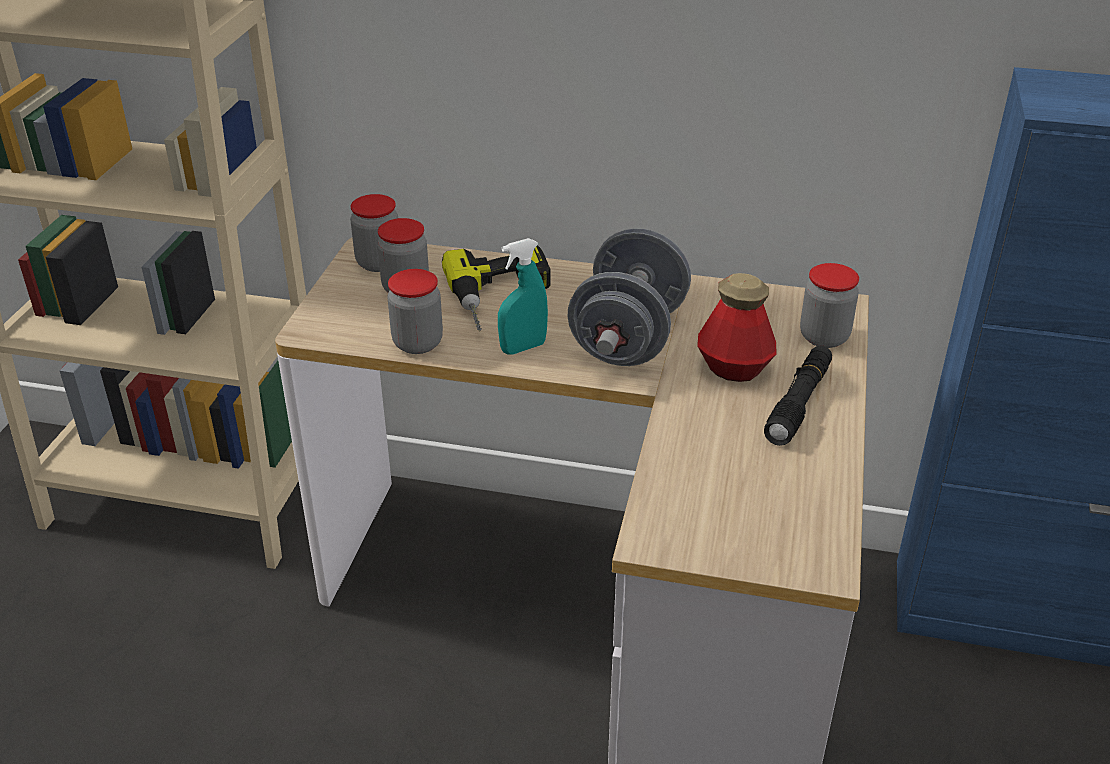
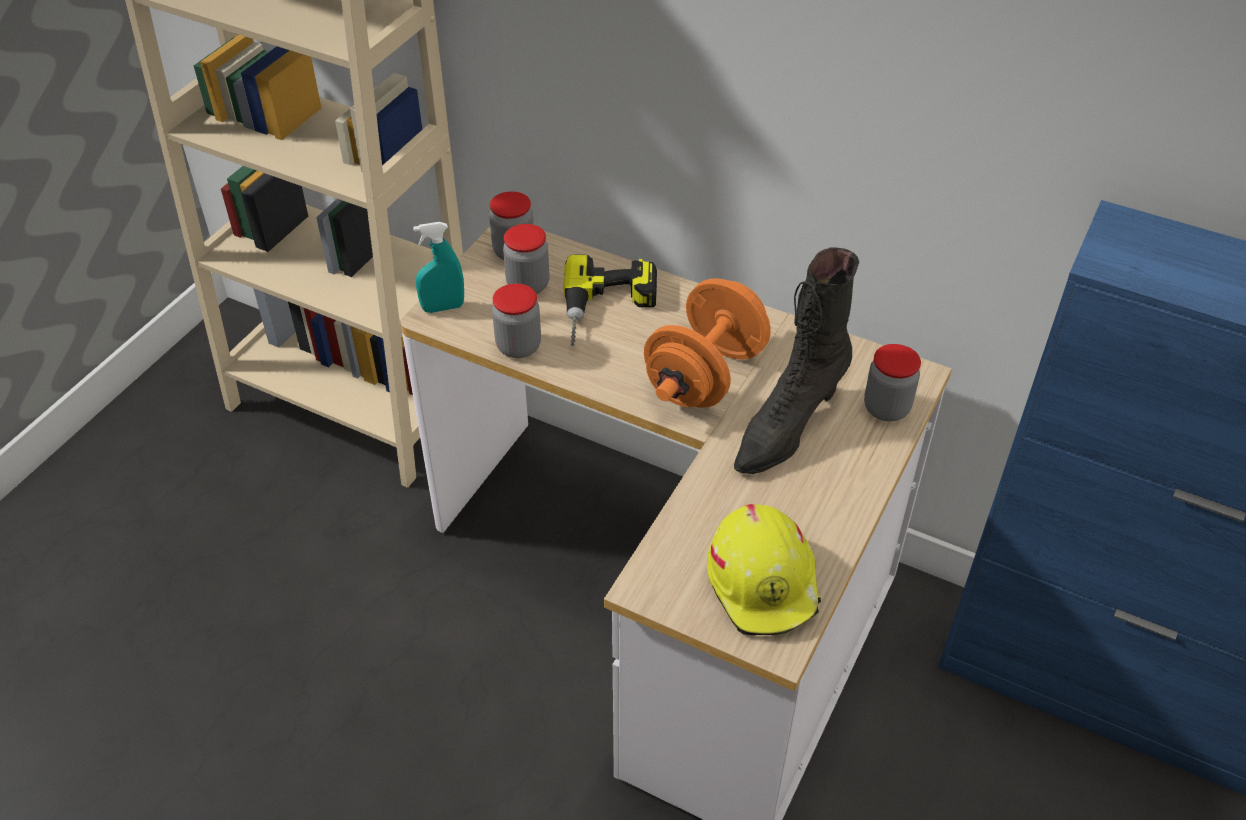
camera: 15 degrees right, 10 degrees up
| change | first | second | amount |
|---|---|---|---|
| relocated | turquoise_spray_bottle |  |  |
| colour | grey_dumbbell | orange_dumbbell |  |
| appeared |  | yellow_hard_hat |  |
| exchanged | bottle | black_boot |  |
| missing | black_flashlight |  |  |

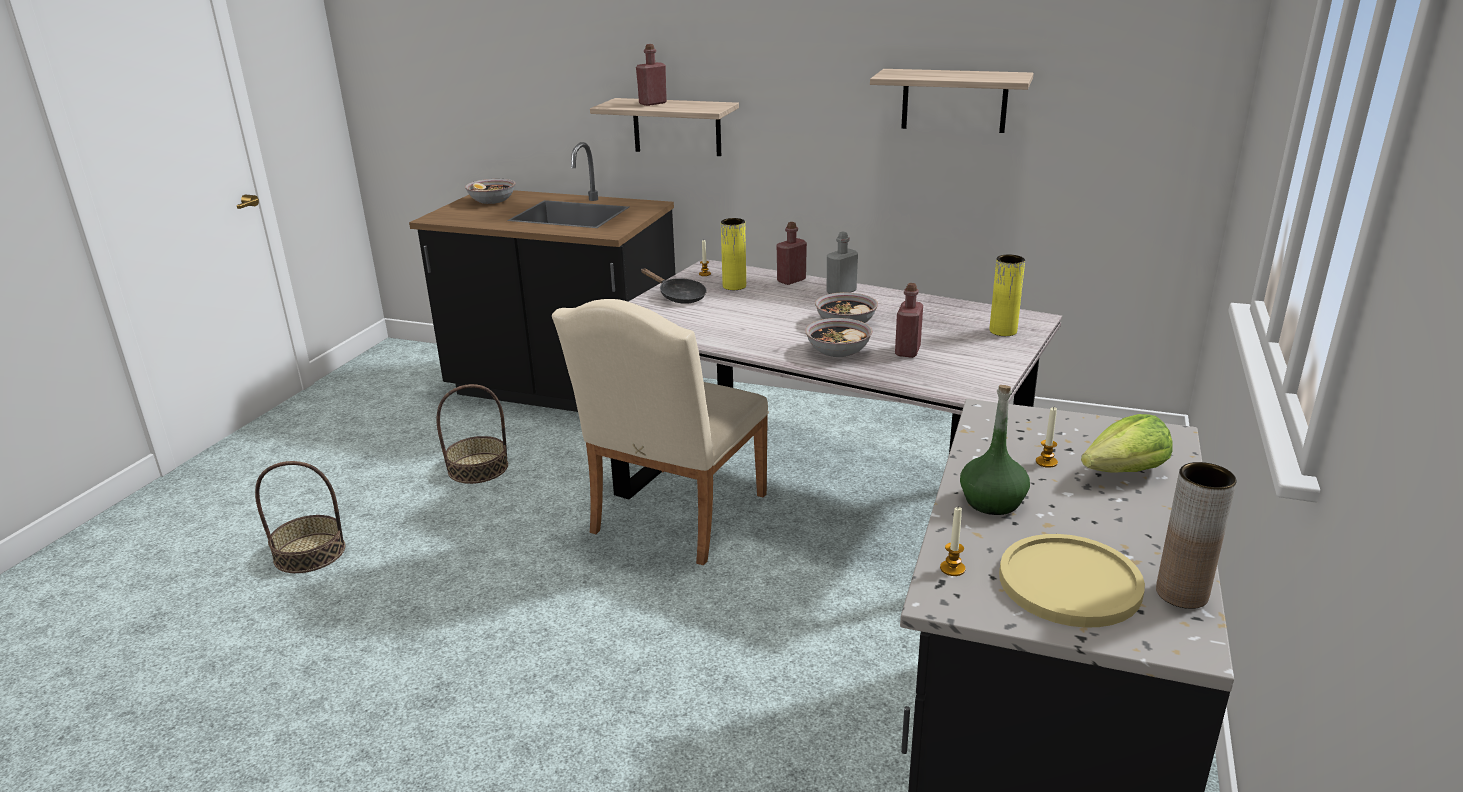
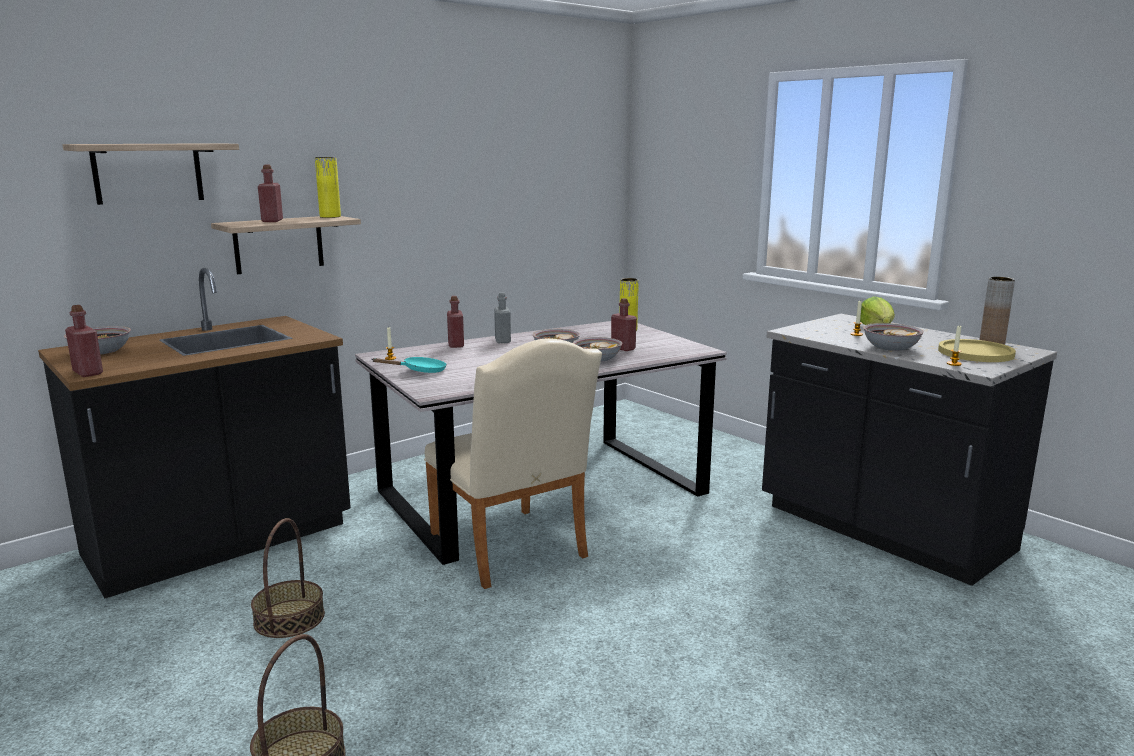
camera: 60 degrees left, 10 degrees down
| change | first | second | amount |
|---|---|---|---|
| relocated | shelf (no. 2 from left in the first image) | shelf (no. 1 from left) |  |
| appeared |  | red_bottle (no. 1 from left) |  |
| relocated | yellow_vase (no. 1 from left) |  |  |
| colour | black_frying_pan | turquoise_frying_pan |  |
| exchanged | green_bottle | bowl (no. 4 from left) |  |

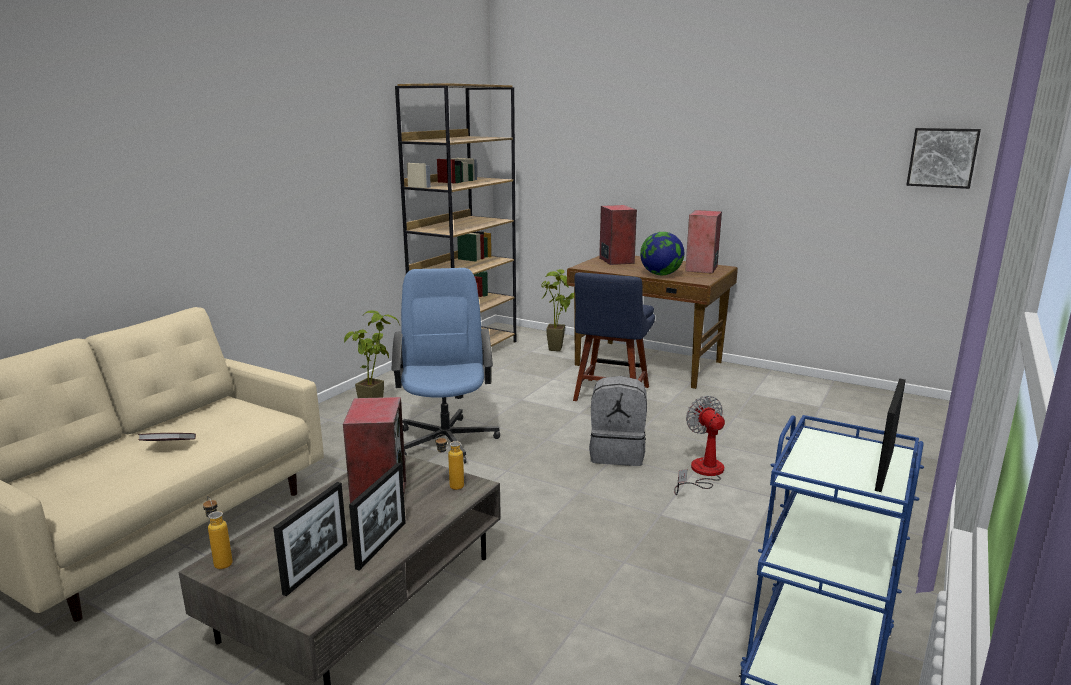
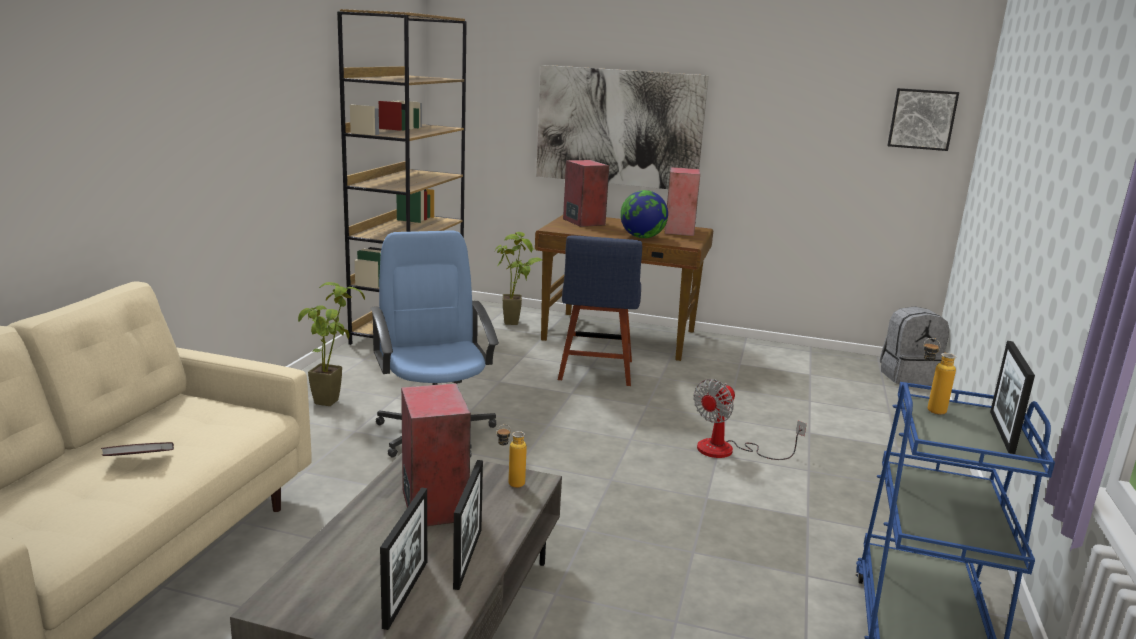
camera: 15 degrees left, 0 degrees up
| change | first | second | amount |
|---|---|---|---|
| appeared |  | picture (no. 1 from left) |  |
| spun | fan |  | 105 degrees counterclockwise |
| relocated | grey_backpack |  |  |
| relocated | bottle (no. 1 from left in the first image) | bottle (no. 2 from left) |  |

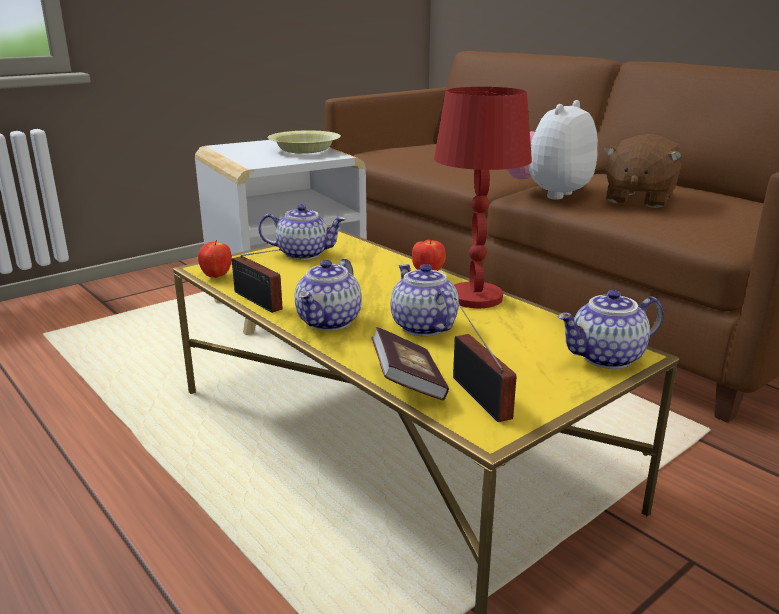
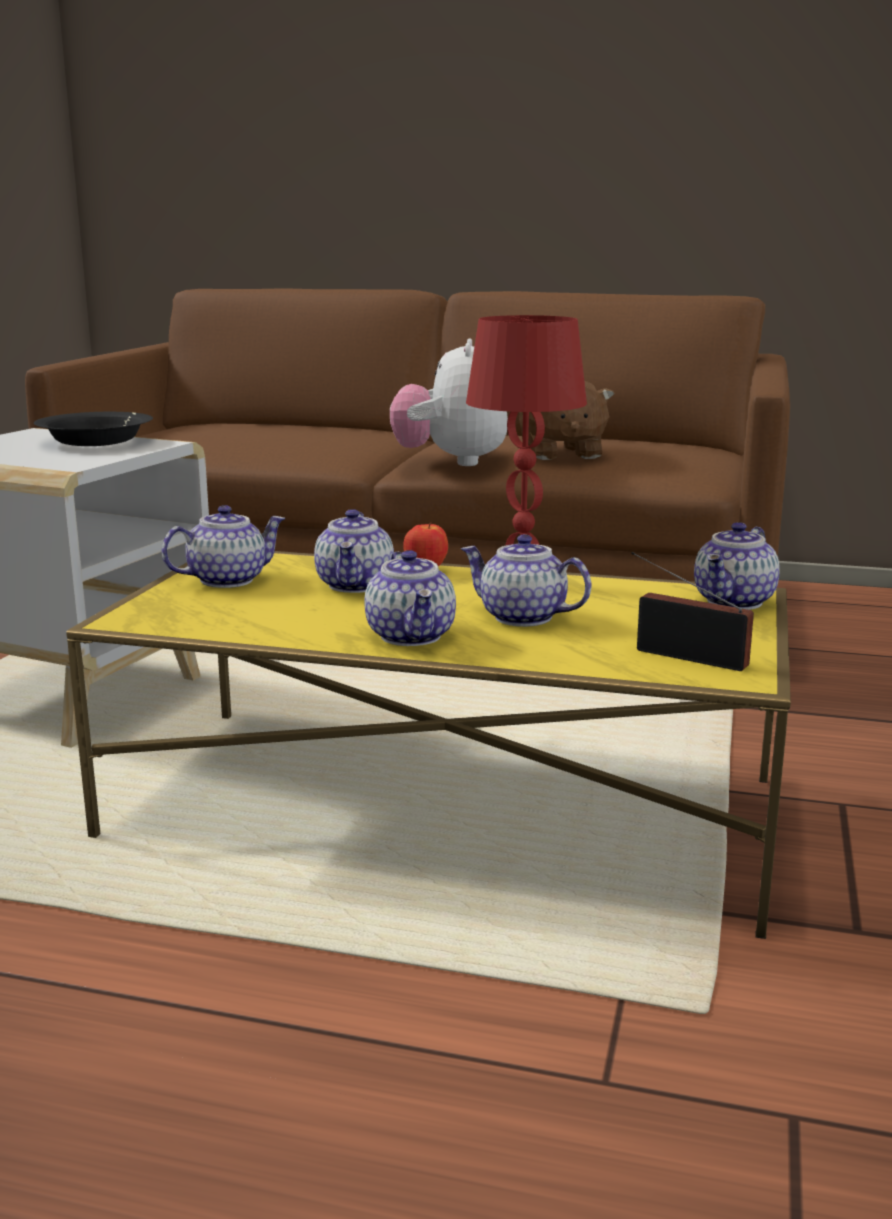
camera: 35 degrees left, 5 degrees down
| change | first | second | amount |
|---|---|---|---|
| colour | yellow_bowl | black_bowl |  |
| appeared |  | teapot (no. 2 from left) |  |
| missing | apple (no. 1 from left) |  |  |
| missing | radio (no. 1 from left) |  |  |
| missing | book |  |  |

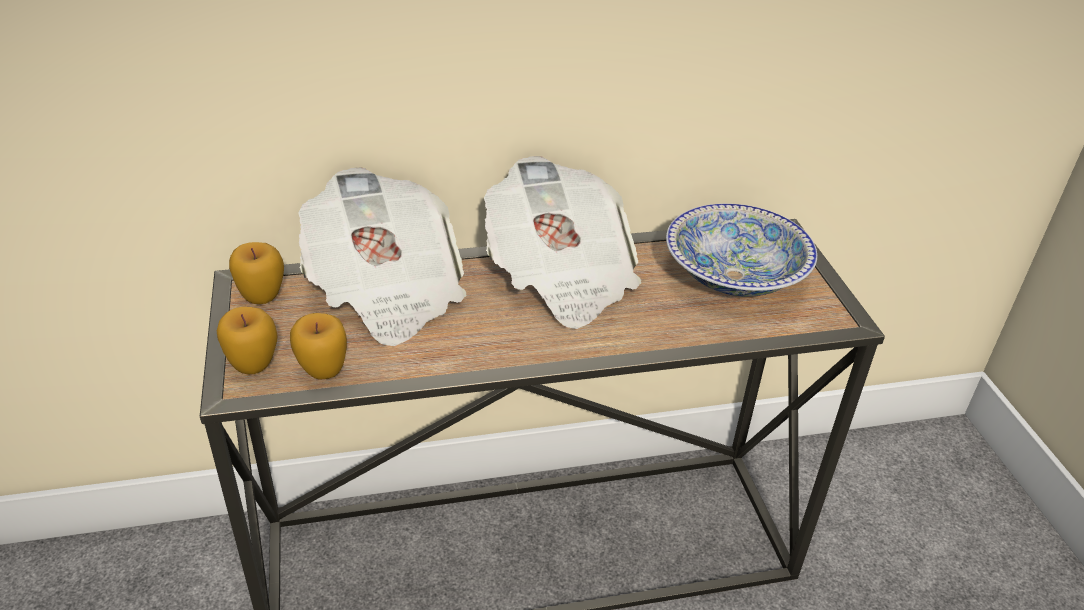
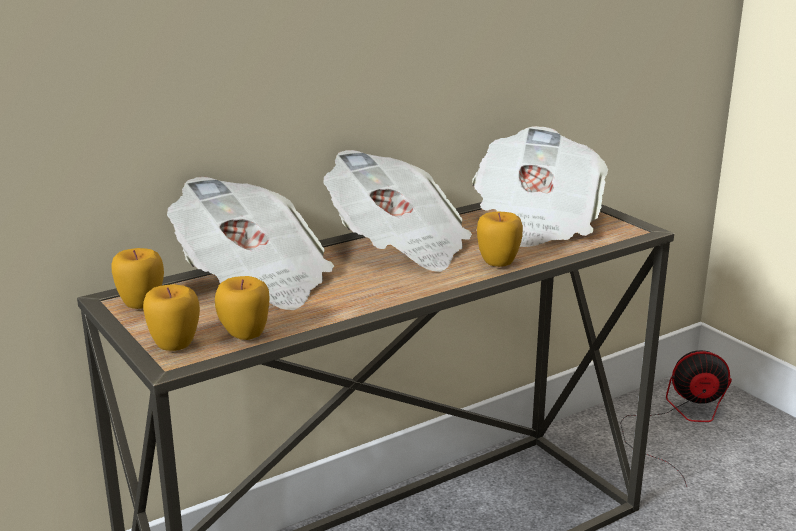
camera: 20 degrees left, 15 degrees down
| change | first | second | amount |
|---|---|---|---|
| exchanged | bowl | newspaper (no. 3 from left) |  |
| appeared |  | apple (no. 4 from left) |  |
| appeared |  | fan |  |

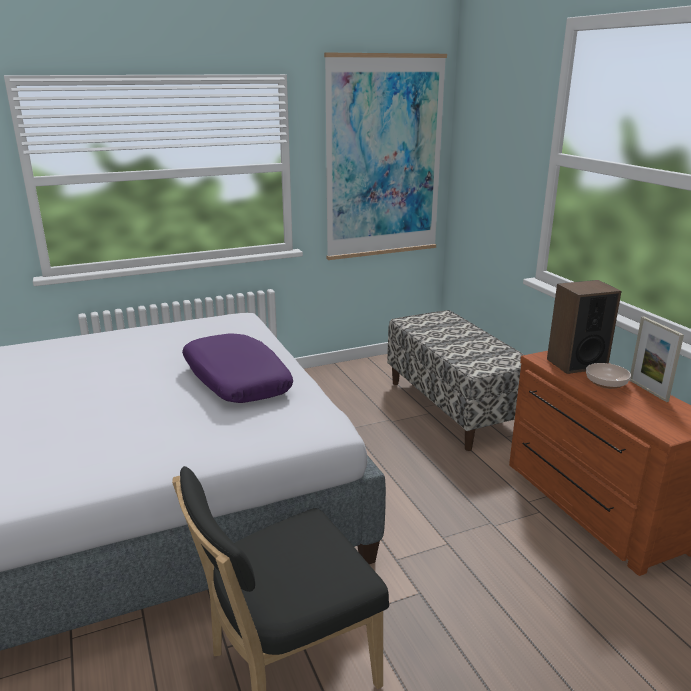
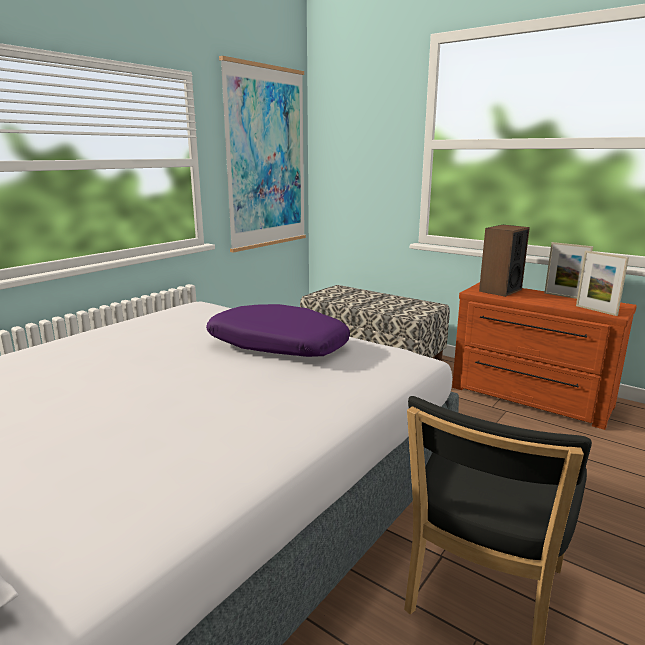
camera: 30 degrees left, 5 degrees down
| change | first | second | amount |
|---|---|---|---|
| appeared |  | picture_frame (no. 2 from left) |  |
| missing | bowl |  |  |

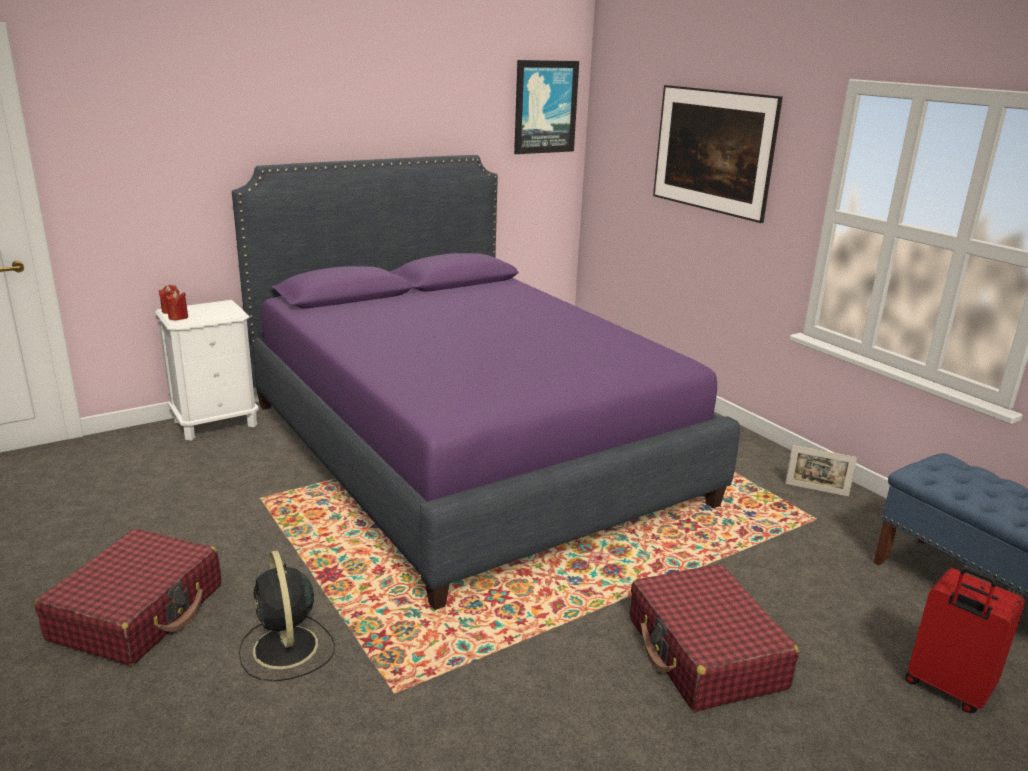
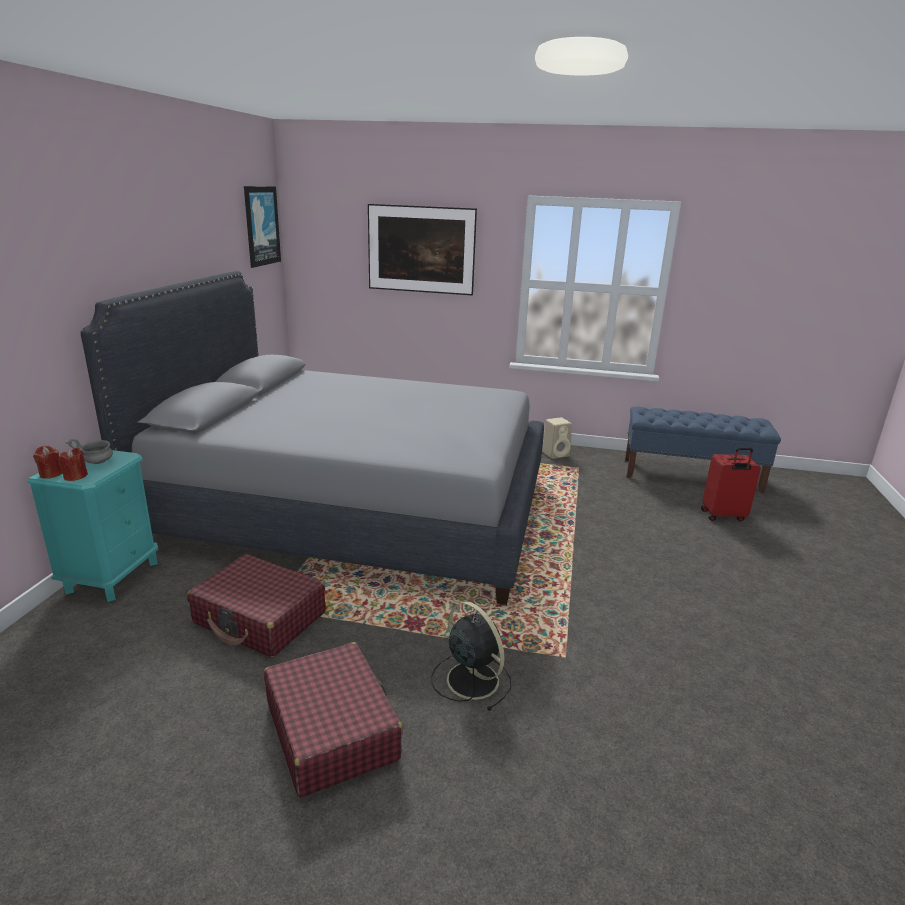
camera: 45 degrees left, 0 degrees up
| change | first | second | amount |
|---|---|---|---|
| colour | white_nightstand | turquoise_nightstand |  |
| appeared |  | grey_bowl |  |
| colour | purple_bed | grey_bed |  |
| relocated | red_suitcase (no. 2 from left in the first image) | red_suitcase (no. 1 from left) |  |
| spun | black_fan |  | 150 degrees counterclockwise |
| exchanged | picture_frame | beige_speaker |  |

